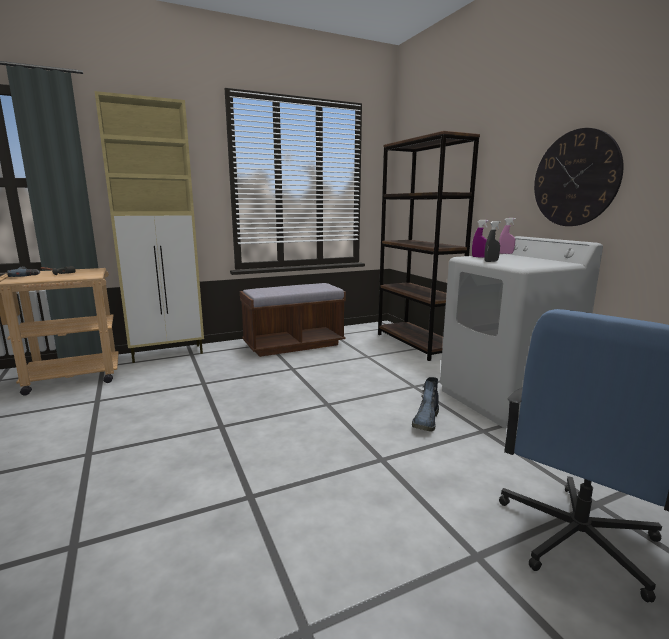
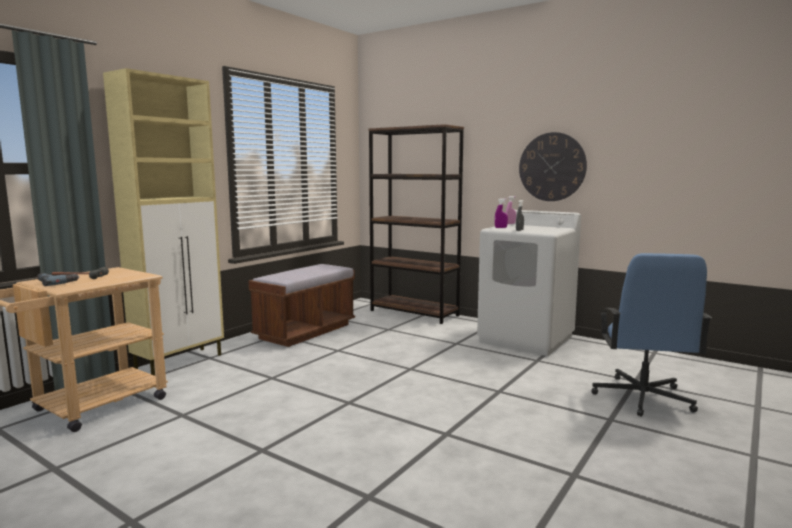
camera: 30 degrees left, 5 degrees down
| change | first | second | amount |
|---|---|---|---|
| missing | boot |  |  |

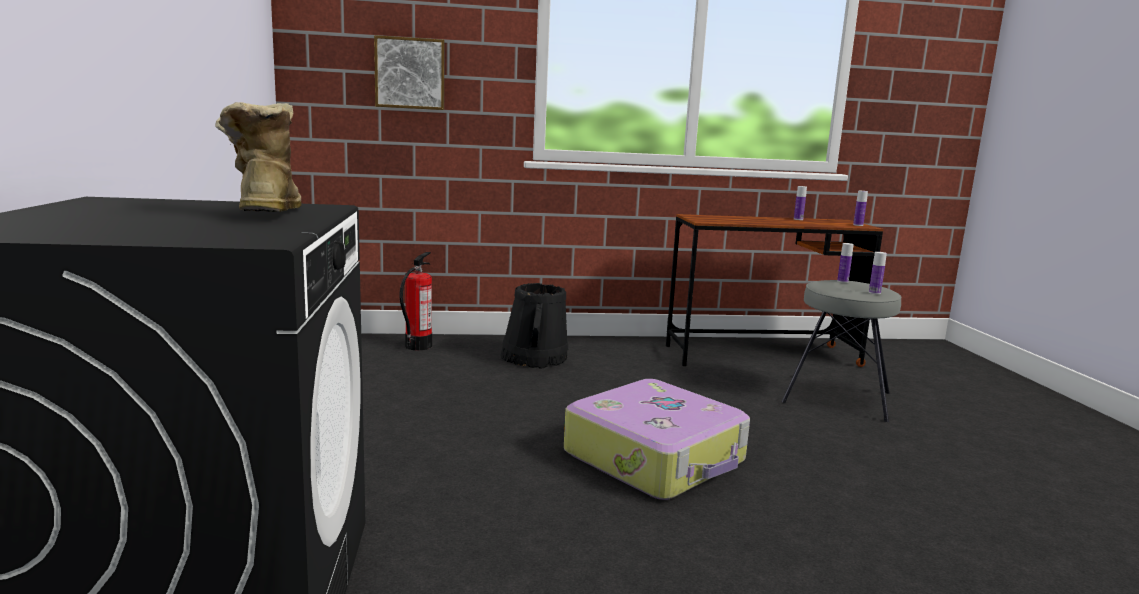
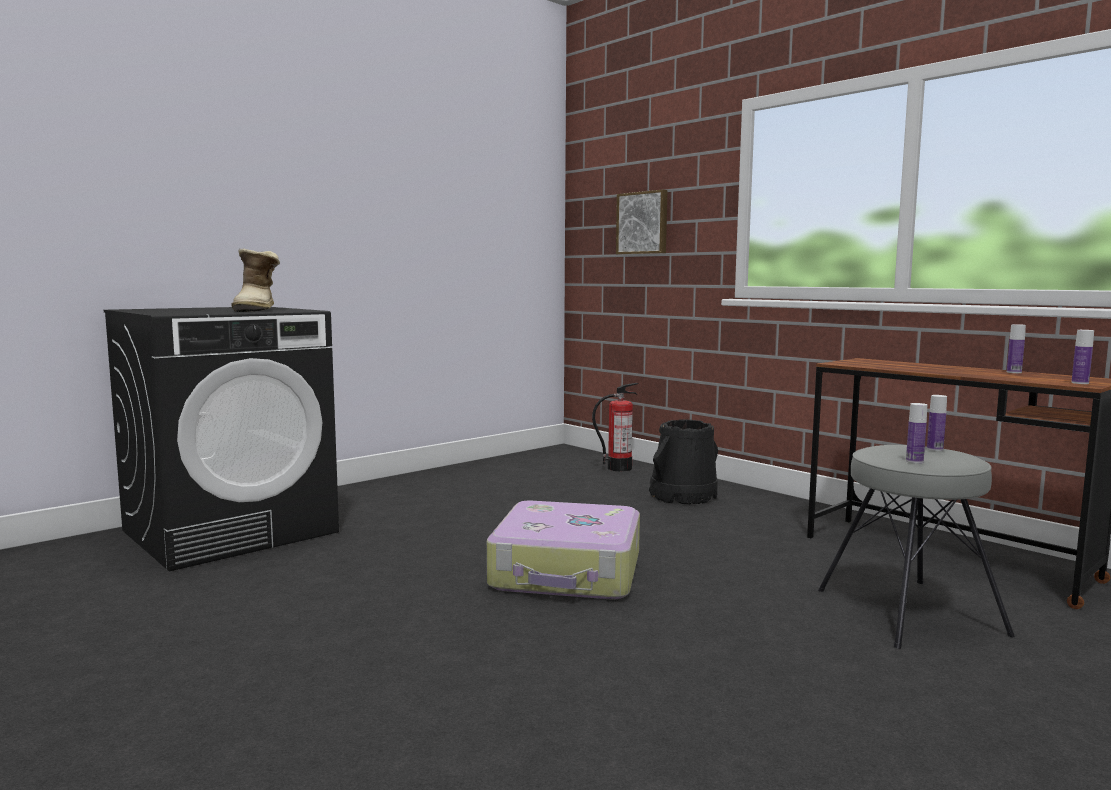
camera: 55 degrees right, 5 degrees down
| change | first | second | amount |
|---|---|---|---|
| spun | boot |  | 135 degrees clockwise |

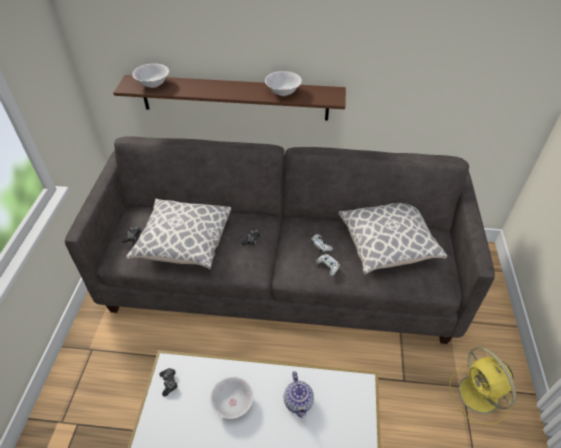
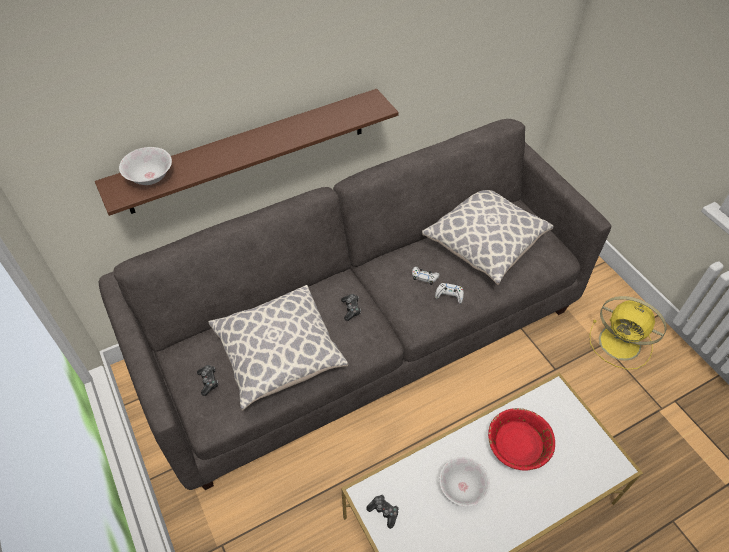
camera: 35 degrees left, 5 degrees up
| change | first | second | amount |
|---|---|---|---|
| exchanged | teapot | red_bowl |  |
| missing | white_bowl (no. 3 from left) |  |  |

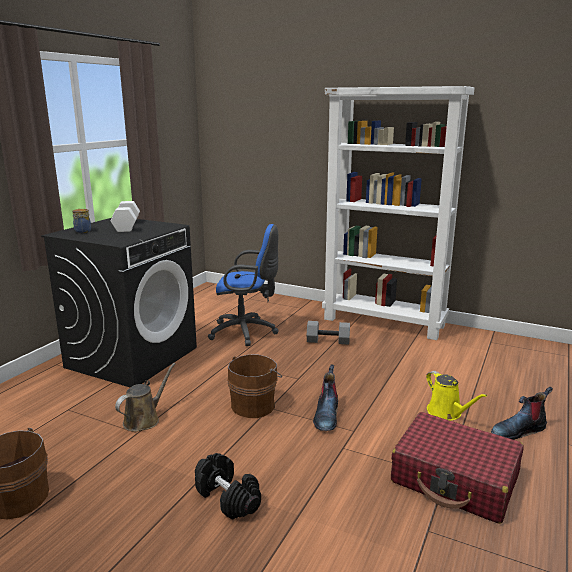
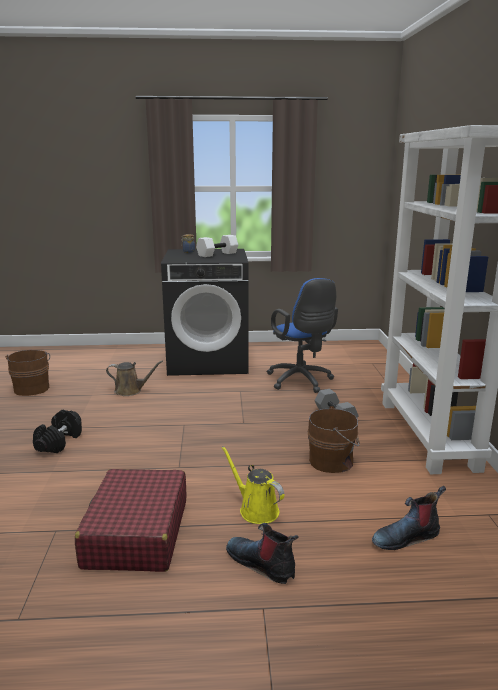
camera: 60 degrees right, 0 degrees up
| change | first | second | amount |
|---|---|---|---|
| spun | yellow_watering_can |  | 105 degrees clockwise |
| relocated | brown_bucket (no. 2 from left) |  |  |
| relocated | boot (no. 1 from left in the first image) | boot (no. 2 from left) |  |

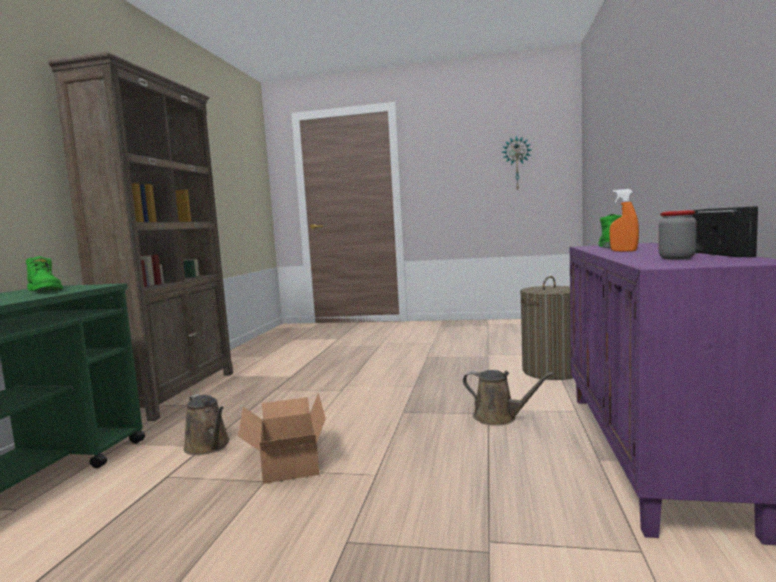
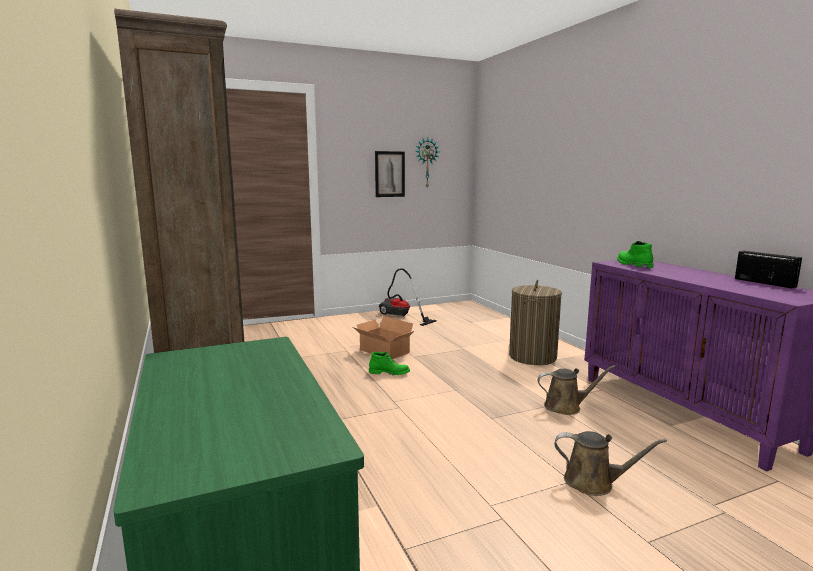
camera: 35 degrees left, 5 degrees up
| change | first | second | amount |
|---|---|---|---|
| relocated | cardboard_box |  |  |
| relocated | green_boot (no. 1 from left) |  |  |
| appeared |  | picture |  |
| appeared |  | vacuum_cleaner |  |
| relocated | brown_watering_can (no. 1 from left in the first image) | brown_watering_can (no. 2 from left) |  |
| missing | orange_spray_bottle |  |  |
| missing | jar |  |  |

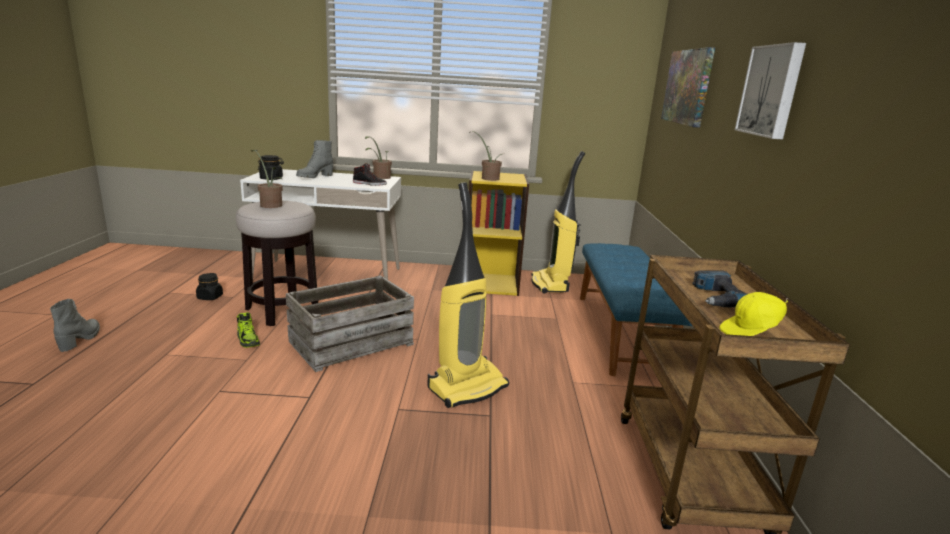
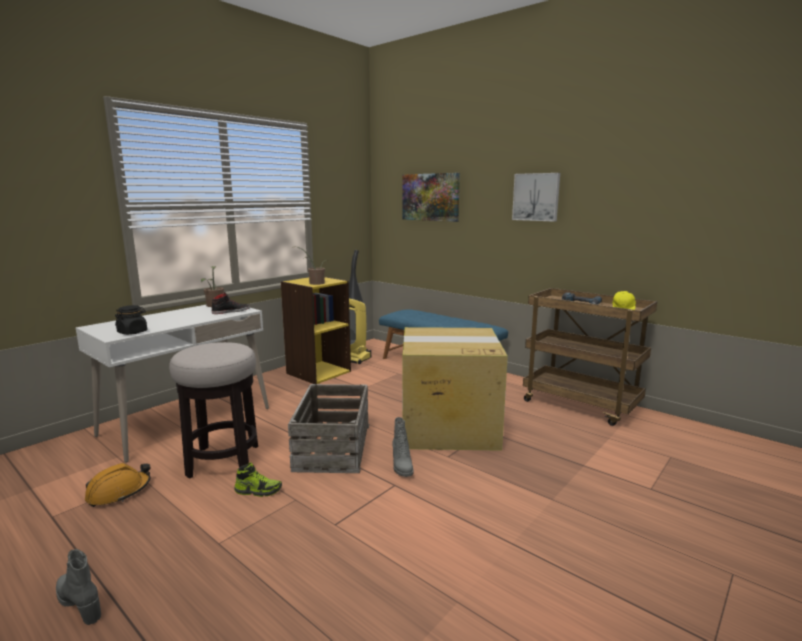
camera: 50 degrees left, 5 degrees down
| change | first | second | amount |
|---|---|---|---|
| exchanged | black_jar (no. 1 from left) | orange_hard_hat |  |
| relocated | grey_boot (no. 2 from left) |  |  |
| exchanged | vacuum_cleaner (no. 1 from left) | cardboard_box |  |
| missing | potted_plant (no. 1 from left) |  |  |

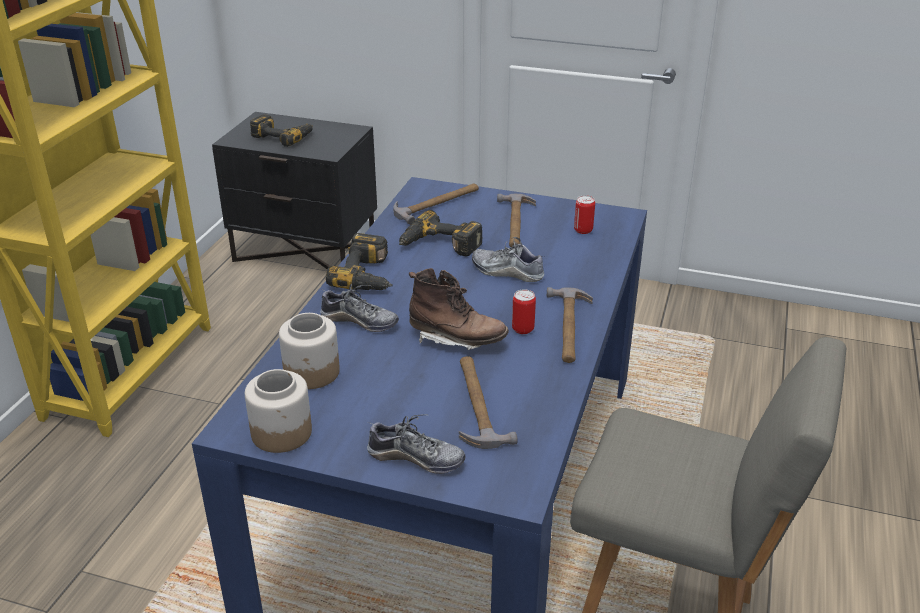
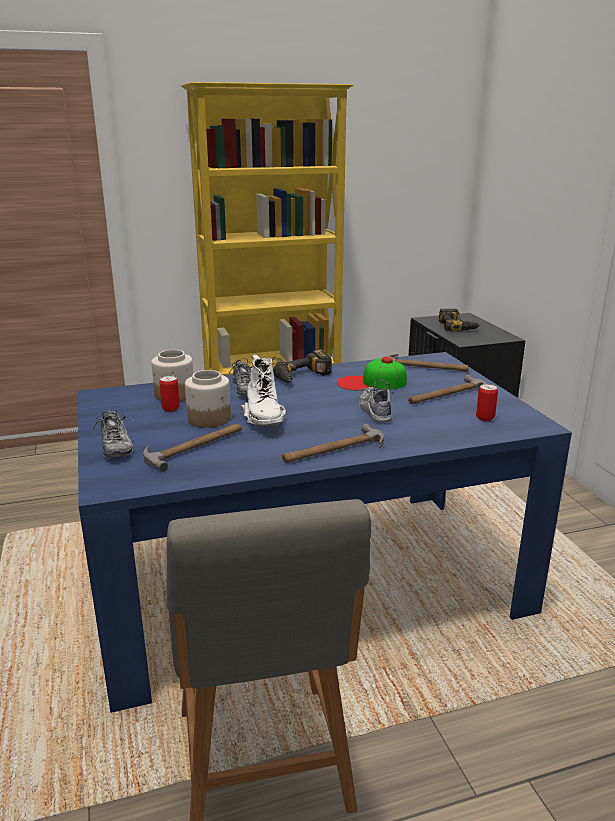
camera: 55 degrees right, 10 degrees down
| change | first | second | amount |
|---|---|---|---|
| relocated | can (no. 1 from left) |  |  |
| relocated | jar (no. 1 from left in the first image) | jar (no. 2 from left) |  |
| colour | brown_boot | white_boot |  |
| exchanged | power_drill (no. 3 from left) | cap |  |

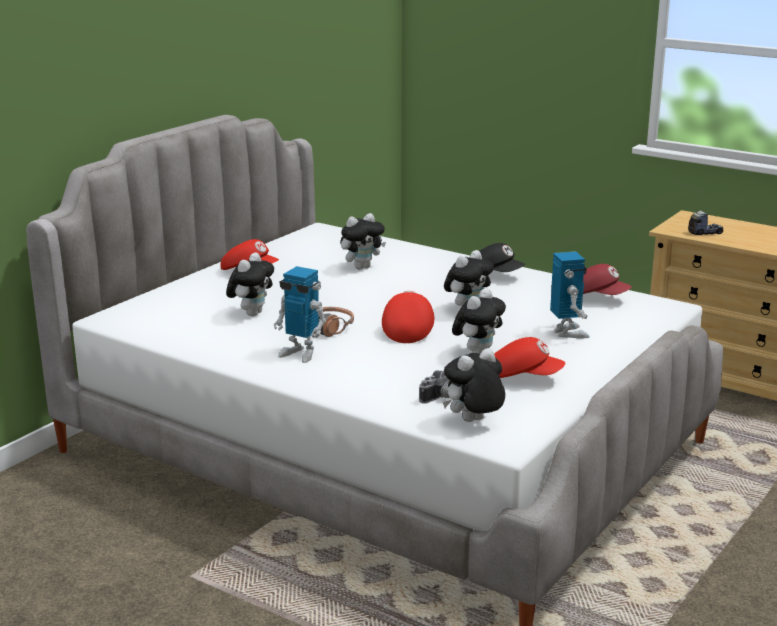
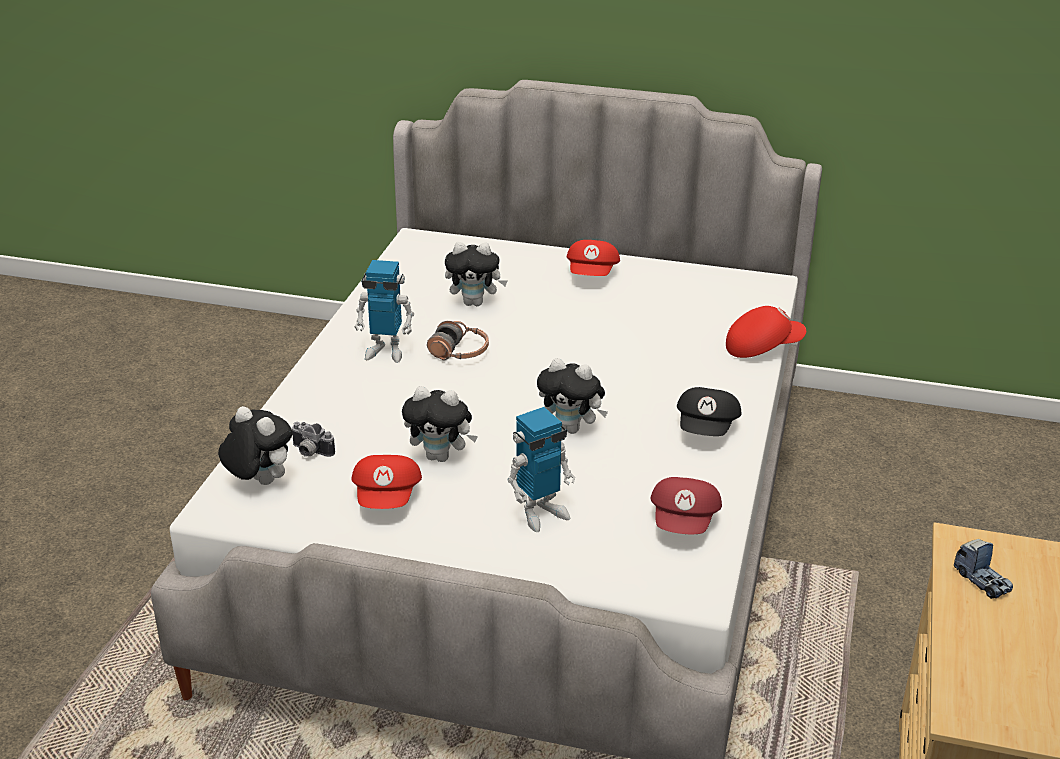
camera: 70 degrees right, 10 degrees up
| change | first | second | amount |
|---|---|---|---|
| spun | toy_robot (no. 1 from left) |  | 90 degrees counterclockwise |
| relocated | red_cap (no. 2 from left in the first image) | red_cap (no. 4 from left) |  |
| missing | plush_toy (no. 2 from left) |  |  |

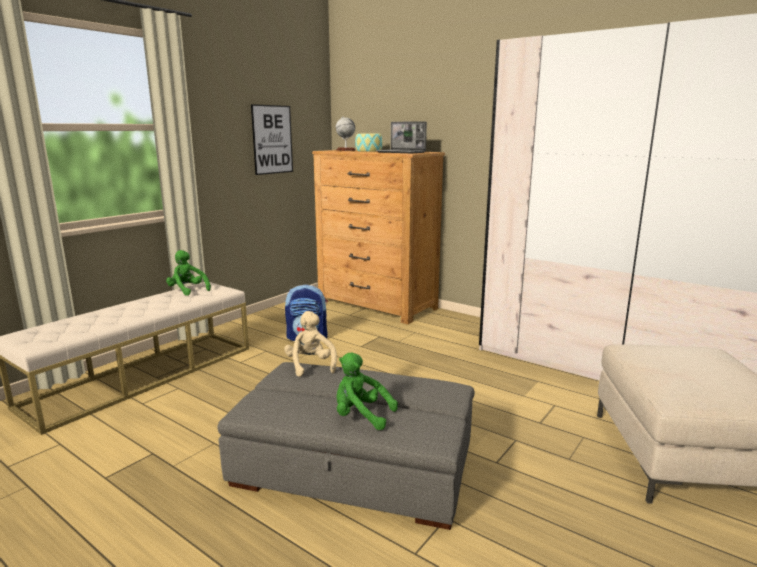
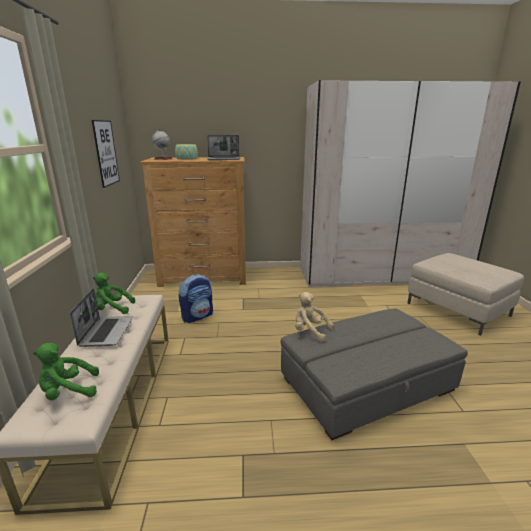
camera: 40 degrees left, 5 degrees up
| change | first | second | amount |
|---|---|---|---|
| relocated | green_plush_toy (no. 2 from left in the first image) | green_plush_toy (no. 1 from left) |  |
| appeared |  | laptop (no. 1 from left) |  |

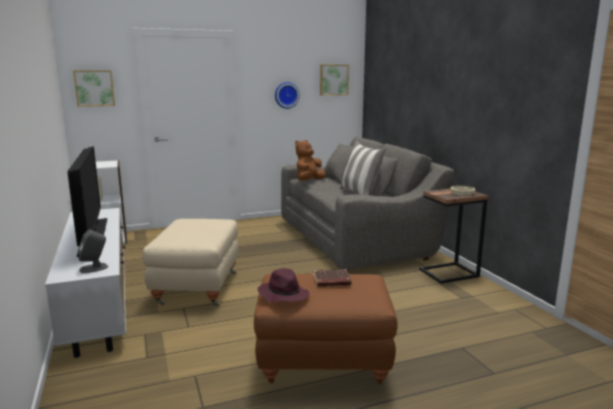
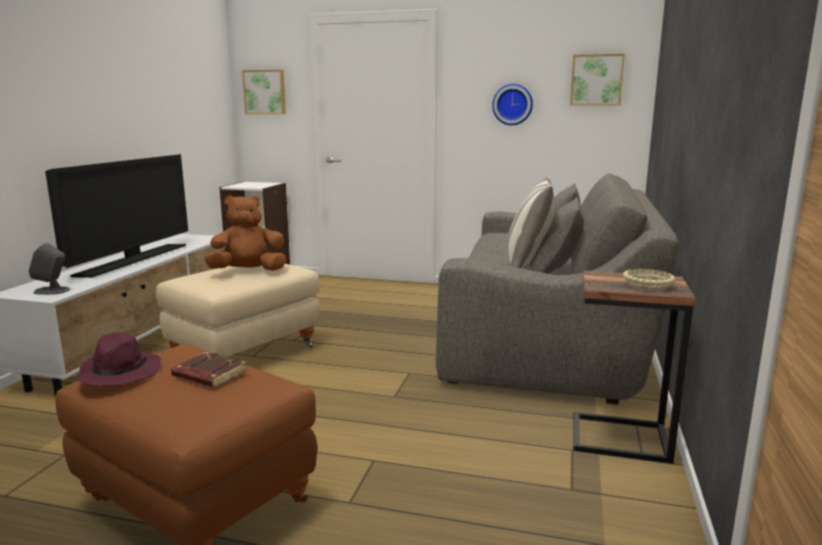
camera: 35 degrees right, 0 degrees up
| change | first | second | amount |
|---|---|---|---|
| relocated | brown_plush_toy |  |  |

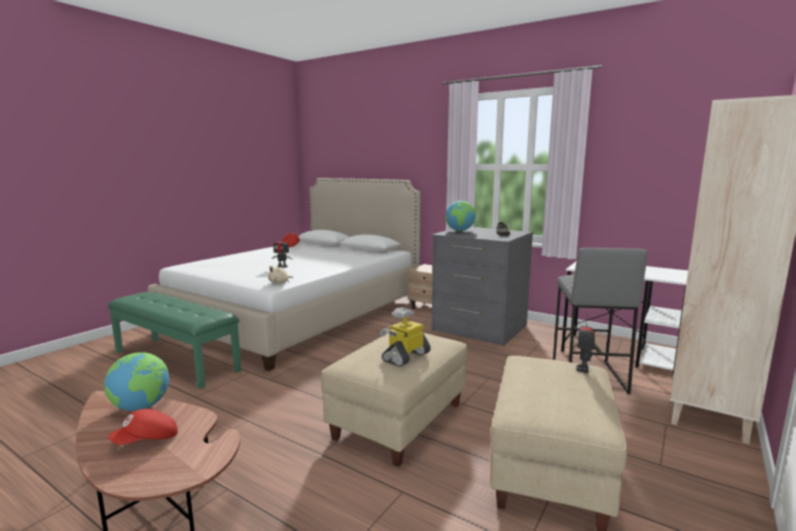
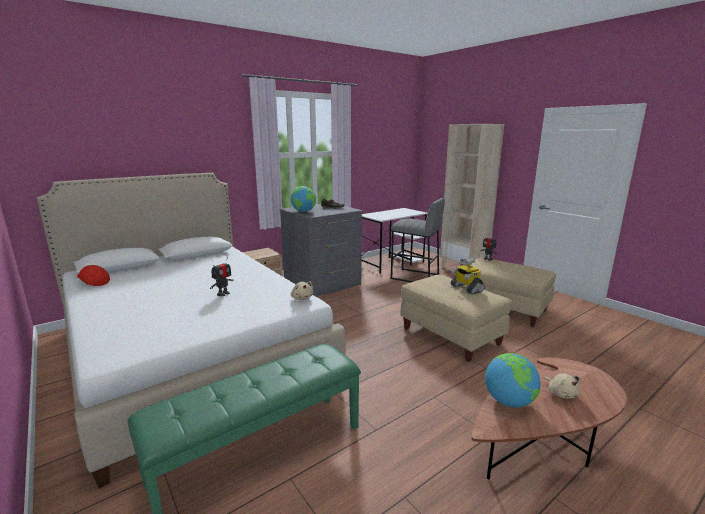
camera: 70 degrees left, 5 degrees up
| change | first | second | amount |
|---|---|---|---|
| exchanged | red_cap (no. 1 from left) | beige_plush_toy (no. 2 from left) |  |

